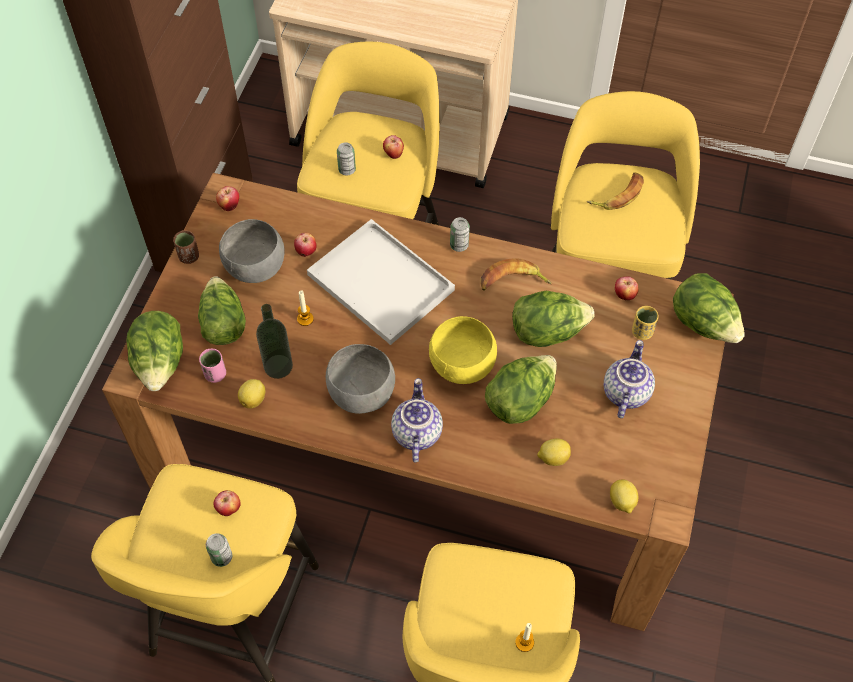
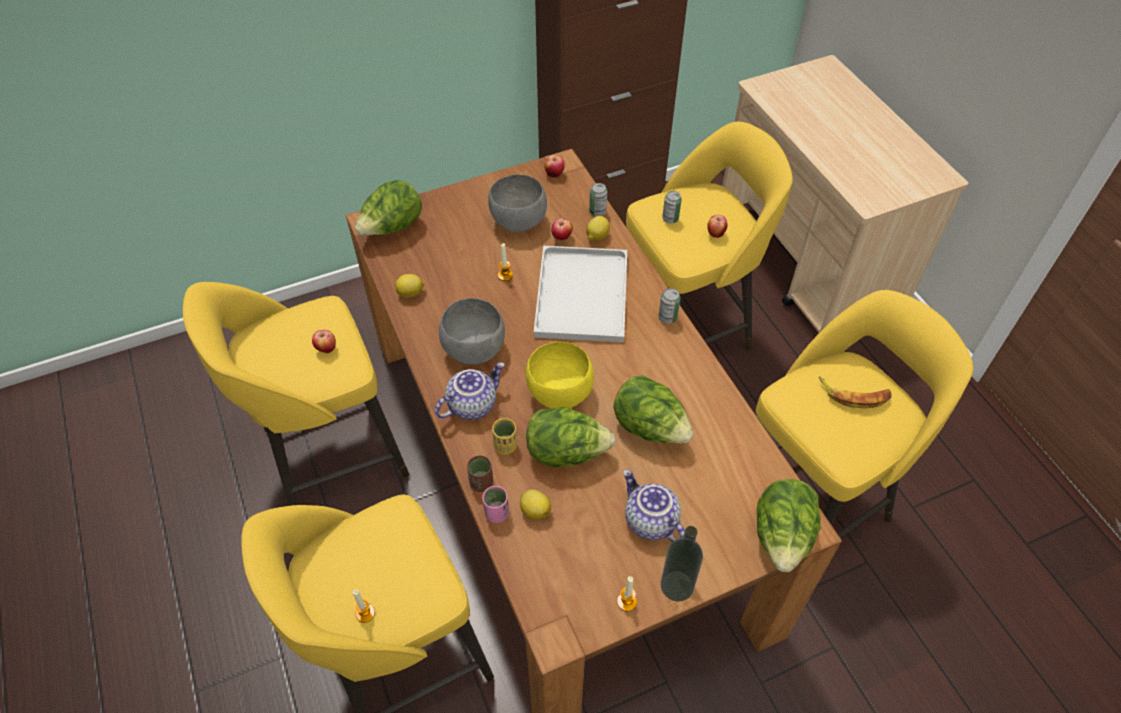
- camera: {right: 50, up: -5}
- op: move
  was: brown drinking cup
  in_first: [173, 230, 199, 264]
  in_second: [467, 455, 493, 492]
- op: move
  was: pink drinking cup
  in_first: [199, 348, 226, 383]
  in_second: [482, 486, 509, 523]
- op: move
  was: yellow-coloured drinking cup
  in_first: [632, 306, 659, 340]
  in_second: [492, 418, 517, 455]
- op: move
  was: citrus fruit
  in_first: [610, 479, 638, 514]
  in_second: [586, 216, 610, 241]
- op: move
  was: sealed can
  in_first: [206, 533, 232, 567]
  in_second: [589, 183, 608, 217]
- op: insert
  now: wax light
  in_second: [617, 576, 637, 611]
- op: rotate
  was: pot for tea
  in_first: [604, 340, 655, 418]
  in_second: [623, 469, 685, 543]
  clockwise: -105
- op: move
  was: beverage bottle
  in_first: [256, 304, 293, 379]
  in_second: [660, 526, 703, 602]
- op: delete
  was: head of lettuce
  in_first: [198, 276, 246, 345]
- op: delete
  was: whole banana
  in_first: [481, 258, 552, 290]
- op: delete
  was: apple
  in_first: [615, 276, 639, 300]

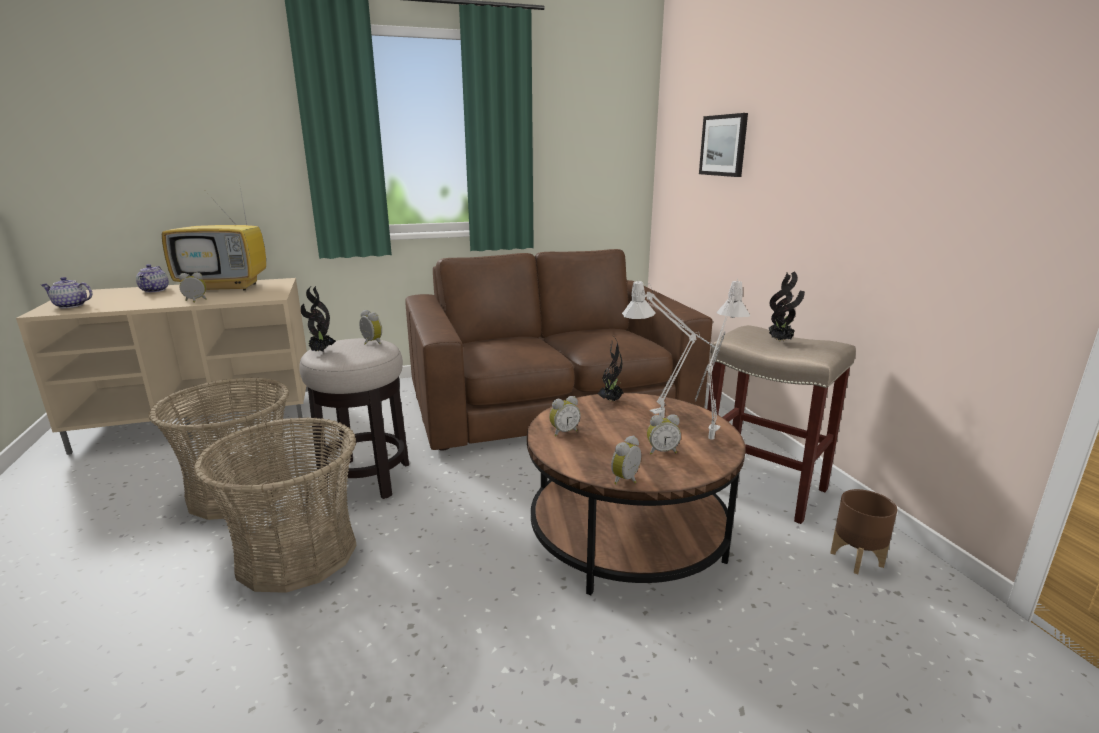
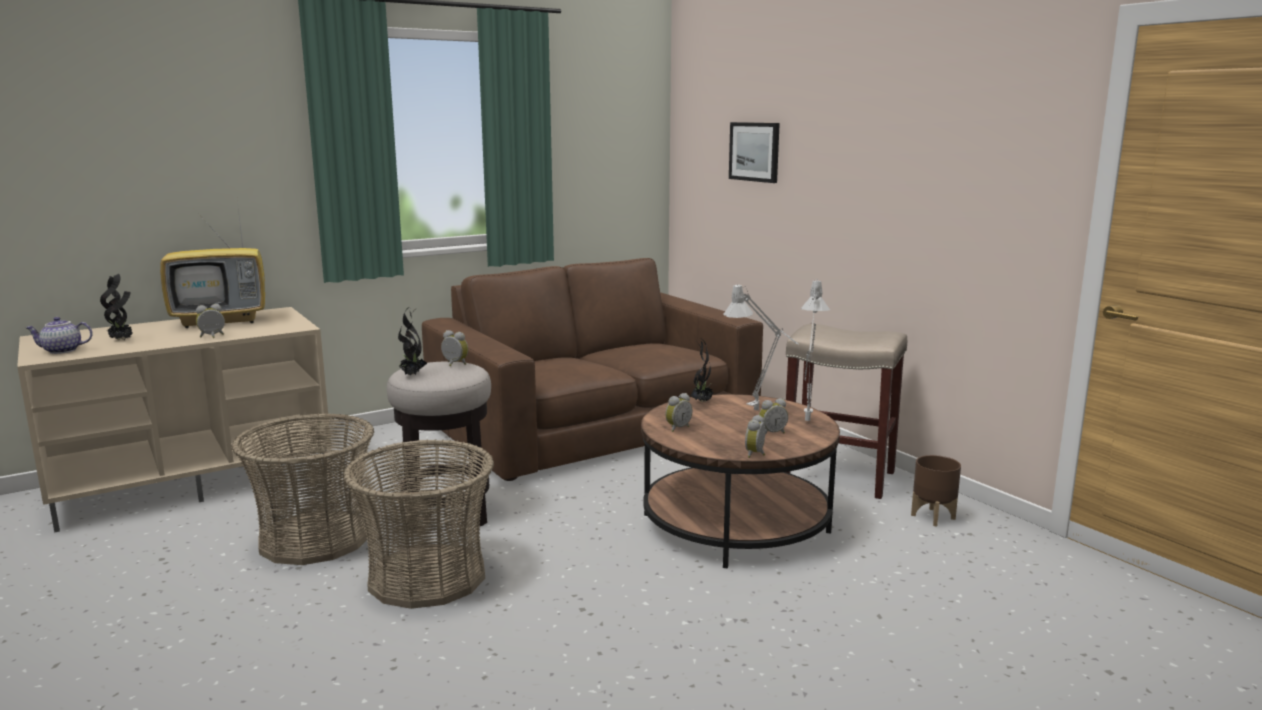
- camera: {right: -15, up: -5}
- op: move
  was: potted plant
  in_first: [769, 271, 805, 342]
  in_second: [100, 274, 132, 340]
- op: delete
  was: pot for tea
  in_first: [136, 264, 169, 292]

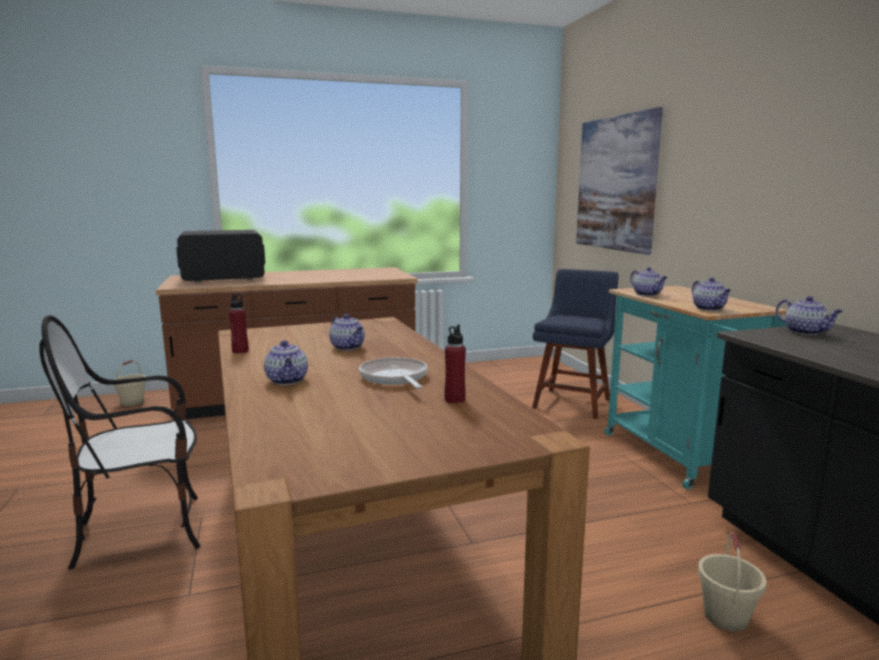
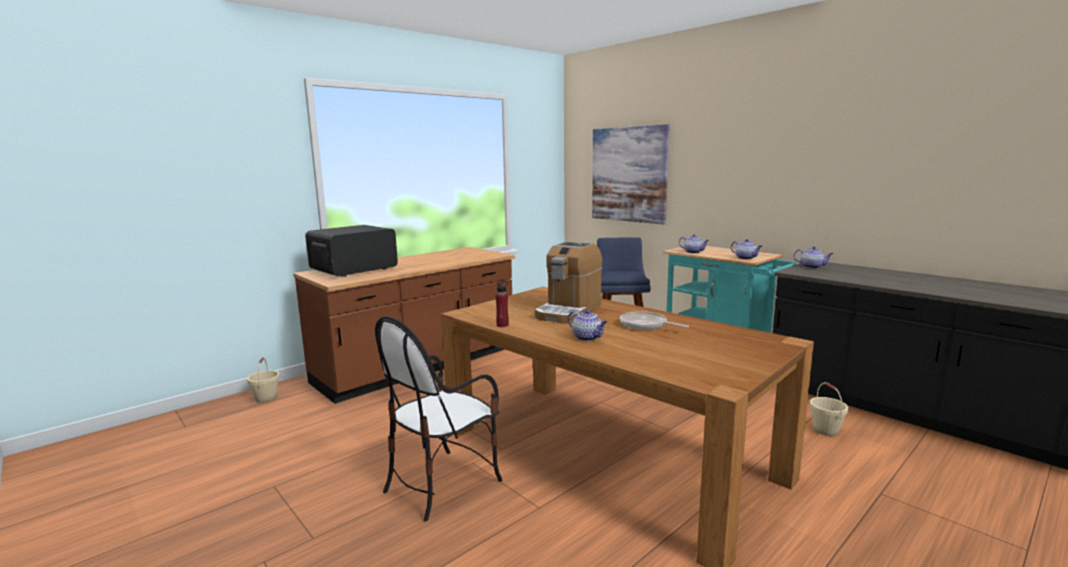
- camera: {right: -25, up: 0}
- op: replace
  was: pot for tea
  now: coffee maker
  in_first: [329, 314, 365, 350]
  in_second: [535, 242, 602, 324]
- op: delete
  was: red beverage bottle
  in_first: [445, 324, 466, 403]

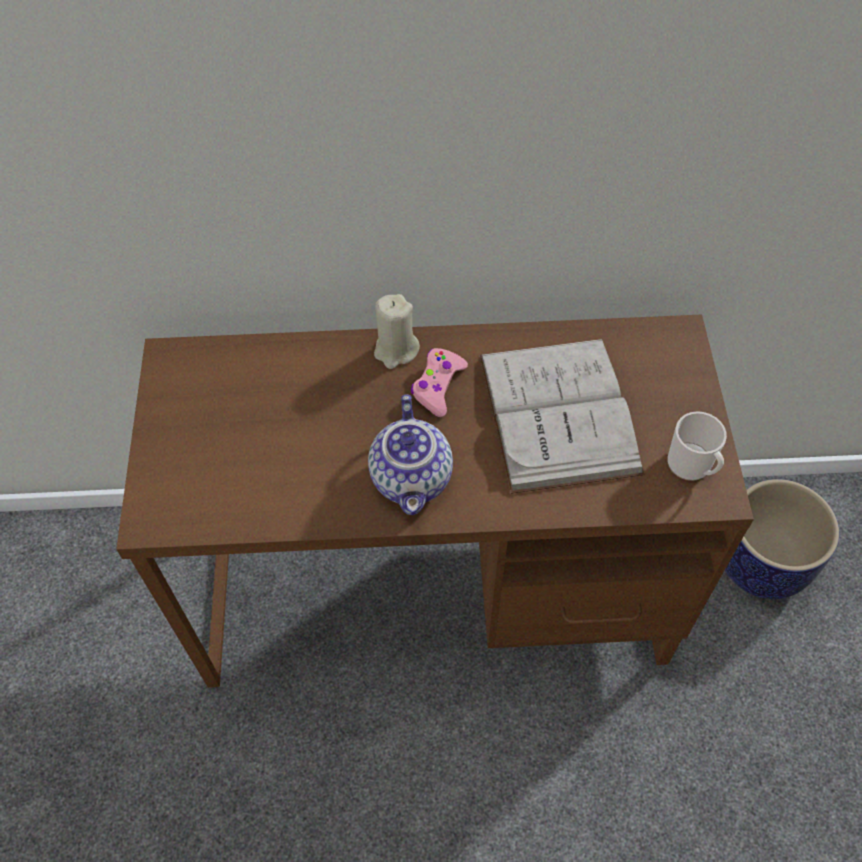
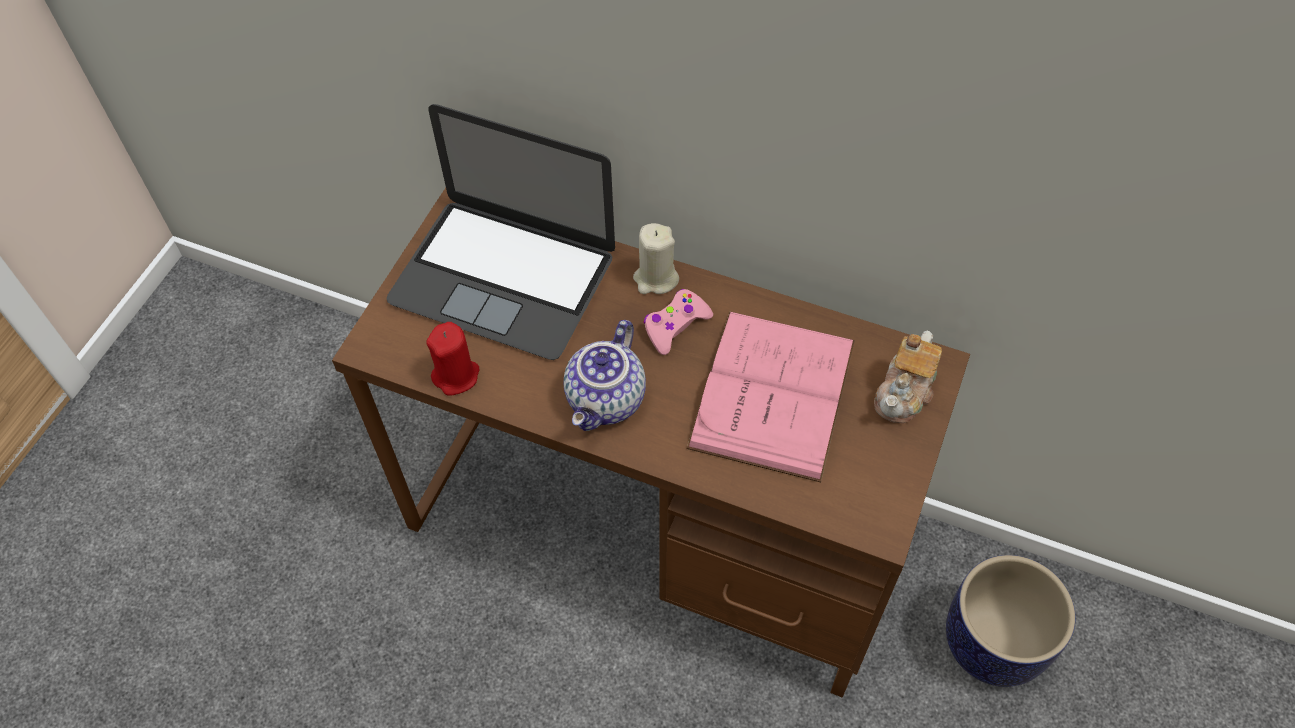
- camera: {right: 25, up: 0}
- op: insert
  now: laptop
  in_second: [386, 104, 615, 360]
- op: insert
  now: red wax light
  in_second: [426, 322, 479, 396]
- op: recolor
  was: white bound book
  now: pink bound book
  in_first: [479, 339, 645, 494]
  in_second: [687, 312, 855, 482]
- op: insert
  now: pot for tea
  in_second: [874, 331, 942, 423]
- op: delete
  was: mug
  in_first: [667, 411, 727, 481]

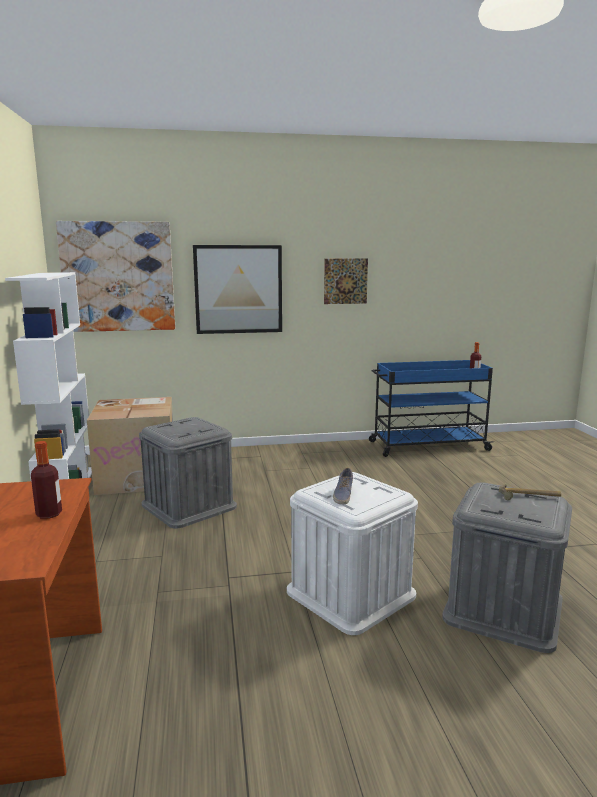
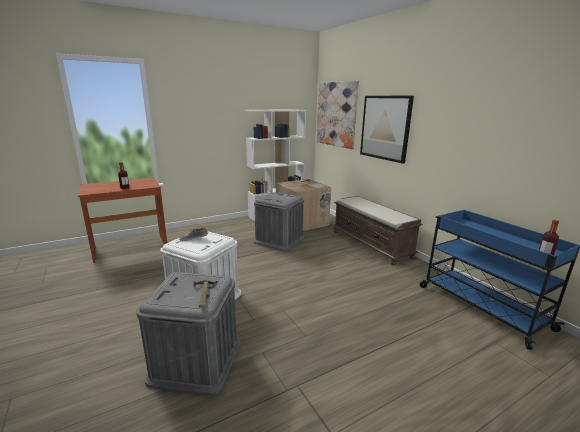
- camera: {right: 70, up: 5}
- op: insert
  now: brown bench
  in_second: [333, 196, 423, 265]
- op: delete
  was: wall picture
  in_first: [324, 259, 368, 304]

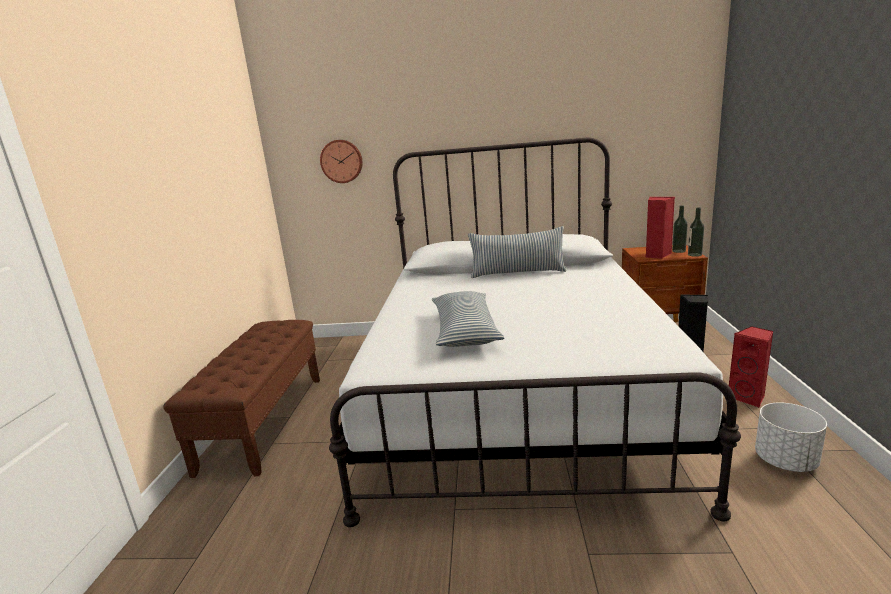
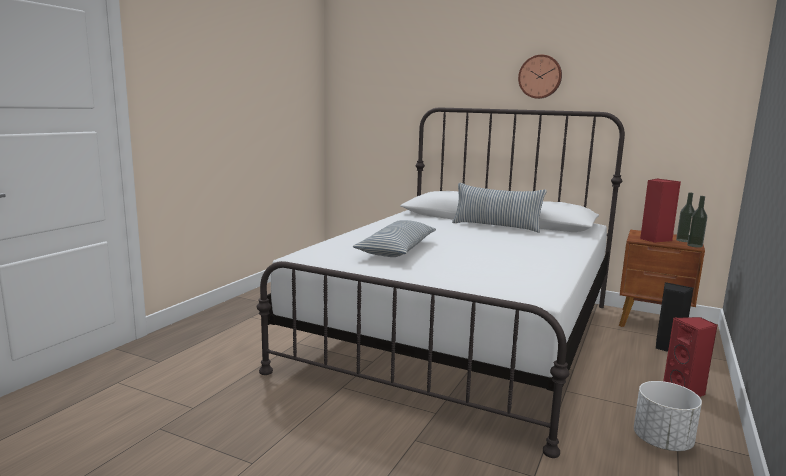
- camera: {right: 20, up: -5}
- op: move
  was: clock on the wall
  in_first: [320, 140, 363, 183]
  in_second: [518, 55, 562, 99]
- op: delete
  was: brown bench
  in_first: [163, 320, 320, 478]

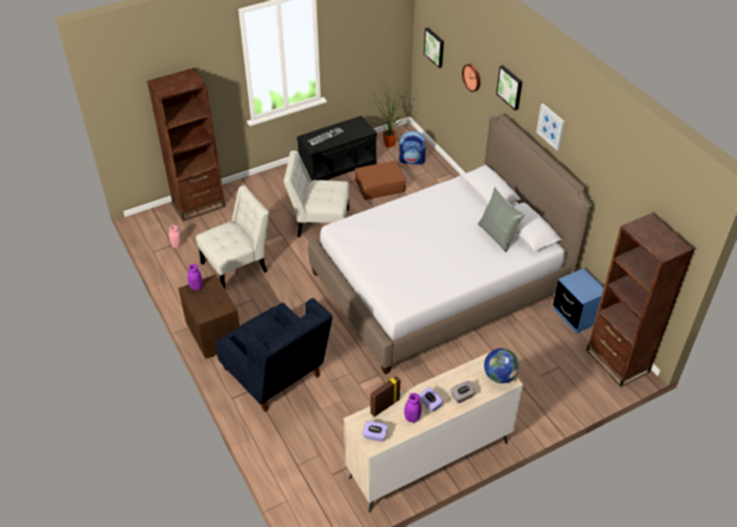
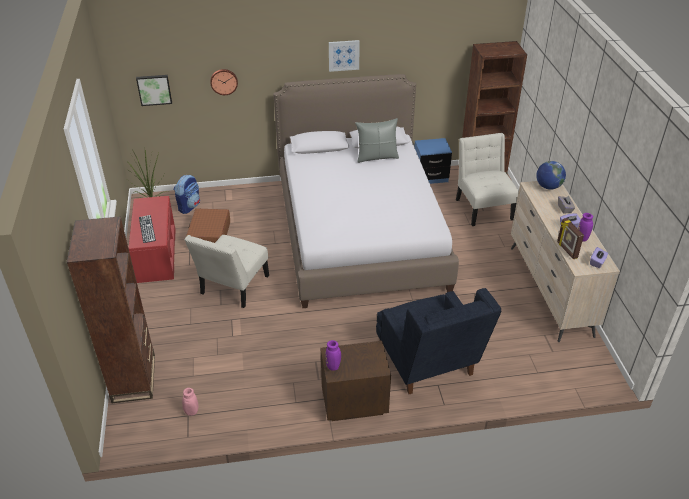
- camera: {right: -70, up: -5}
- op: recolor
  was: black-coloured bench
  now: red bench
  in_first: [297, 116, 377, 182]
  in_second: [129, 196, 176, 283]
- op: rotate
  was: bluish armchair
  in_first: [215, 298, 333, 412]
  in_second: [376, 288, 501, 394]
  clockwise: 90
- op: move
  was: white upright chair
  in_first: [196, 185, 269, 288]
  in_second: [456, 133, 519, 226]
- op: delete
  was: wall picture
  in_first: [496, 65, 522, 110]

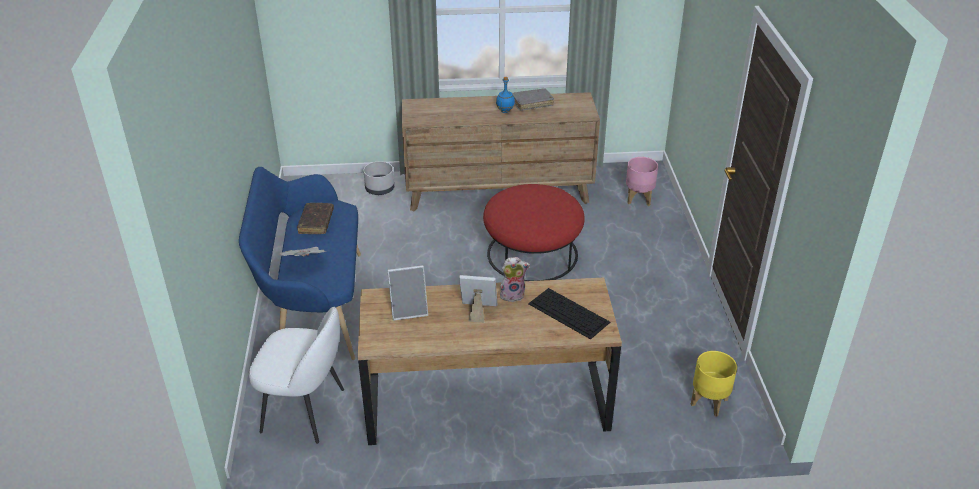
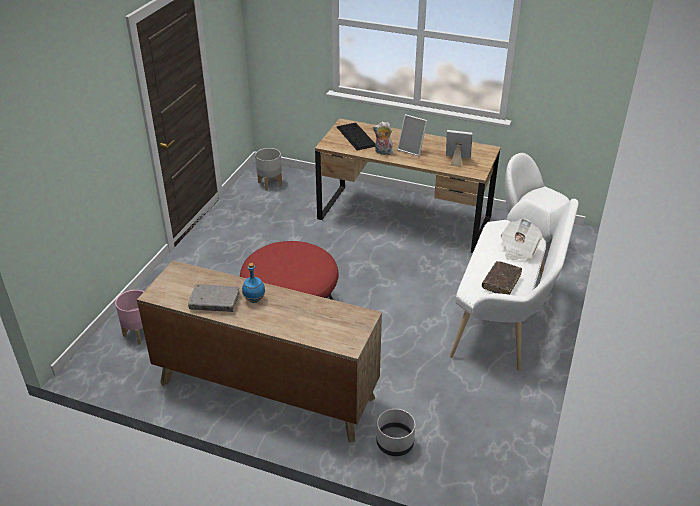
- camera: {right: -155, up: 0}
- op: recolor
  was: yellow-coloured flower pot
  now: greyish flower pot
  in_first: [691, 351, 737, 417]
  in_second: [255, 148, 282, 191]
- op: recolor
  was: bluish bench
  now: white bench
  in_first: [239, 167, 361, 360]
  in_second: [450, 199, 579, 370]

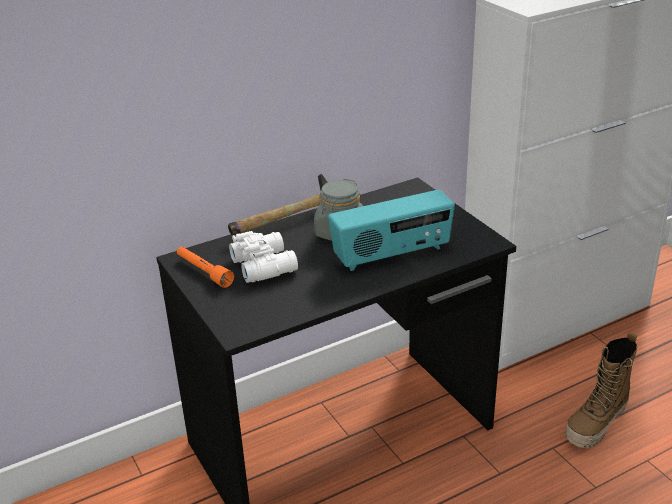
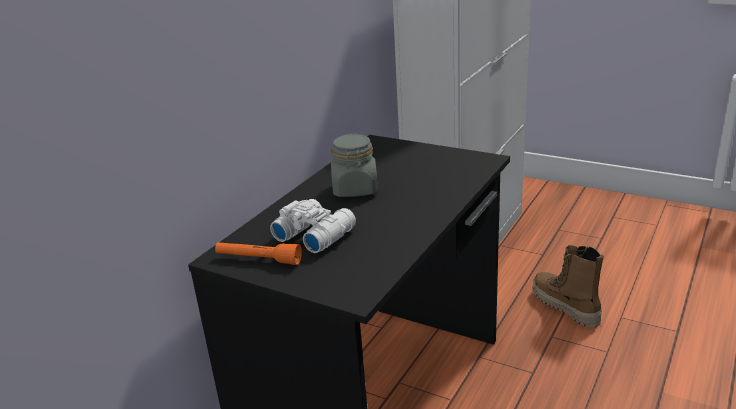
- camera: {right: -30, up: -5}
- op: rotate
  was: tall boot
  in_first: [565, 332, 637, 448]
  in_second: [533, 245, 604, 328]
  clockwise: 135
- op: delete
  was: hand hammer
  in_first: [228, 174, 327, 236]
- op: delete
  was: radio
  in_first: [328, 190, 455, 271]

